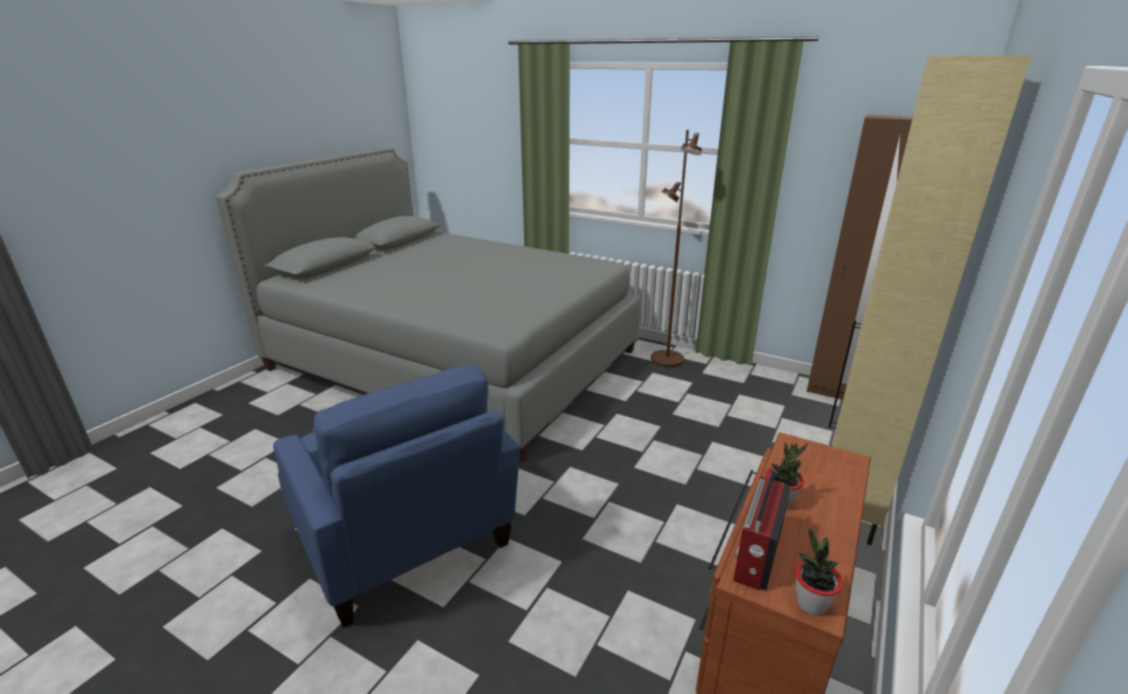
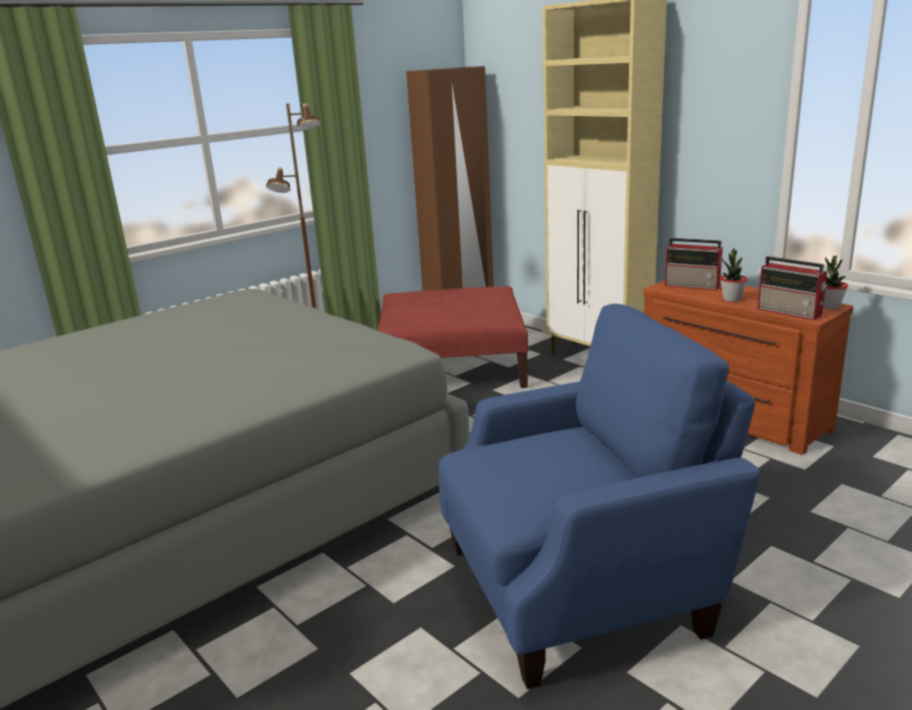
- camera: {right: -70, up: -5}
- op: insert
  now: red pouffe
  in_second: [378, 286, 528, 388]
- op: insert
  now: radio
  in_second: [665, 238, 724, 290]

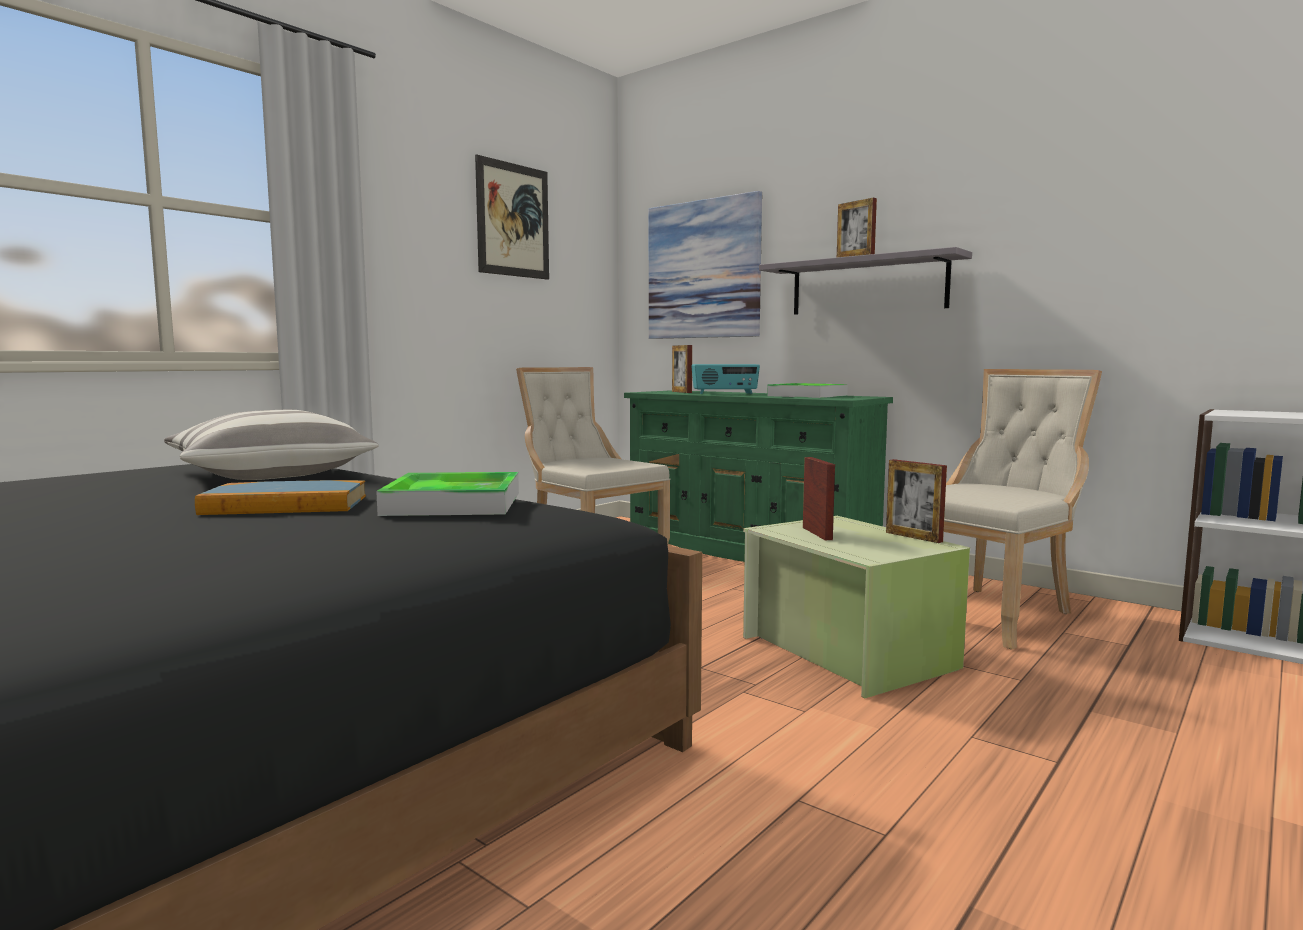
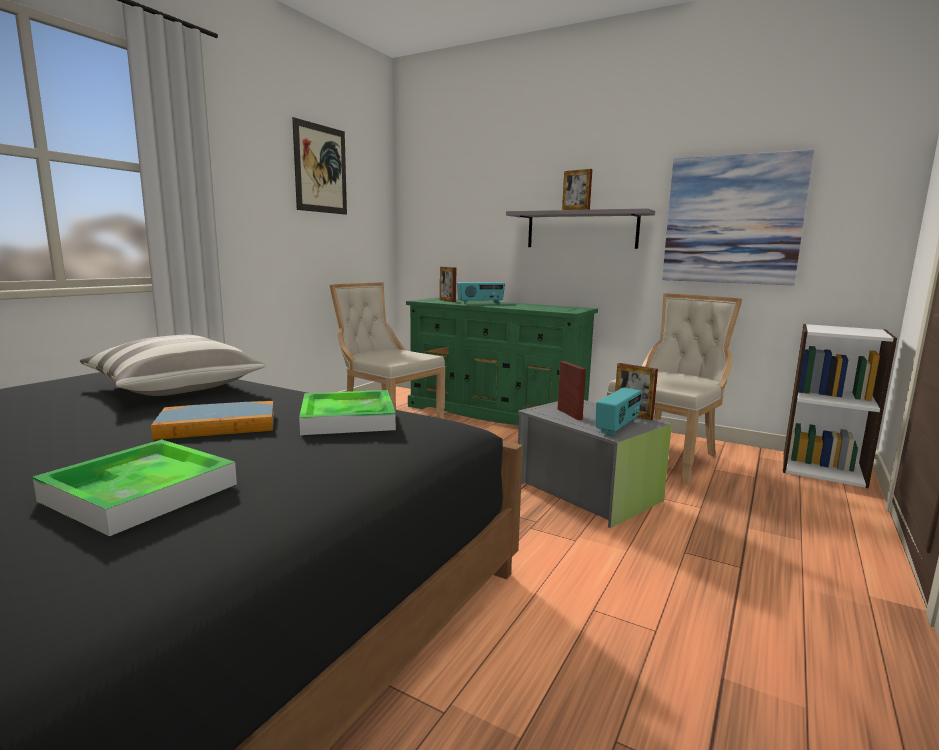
- camera: {right: -10, up: 5}
- op: move
  was: serving tray
  in_first: [767, 383, 848, 398]
  in_second: [33, 440, 237, 536]
- op: recolor
  was: green-coloured storage bin
  now: greyish storage bin
  in_first: [743, 516, 970, 698]
  in_second: [518, 400, 672, 528]
- op: insert
  now: radio
  in_second: [595, 387, 642, 435]
- op: move
  was: wall picture
  in_first: [649, 191, 762, 339]
  in_second: [662, 150, 814, 286]

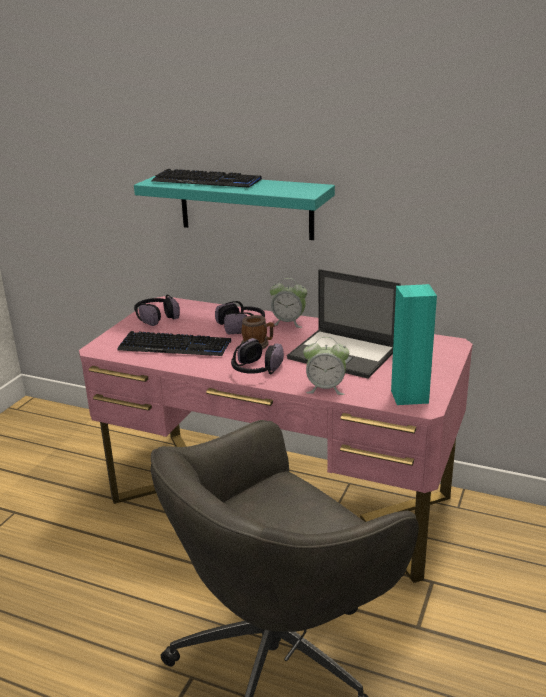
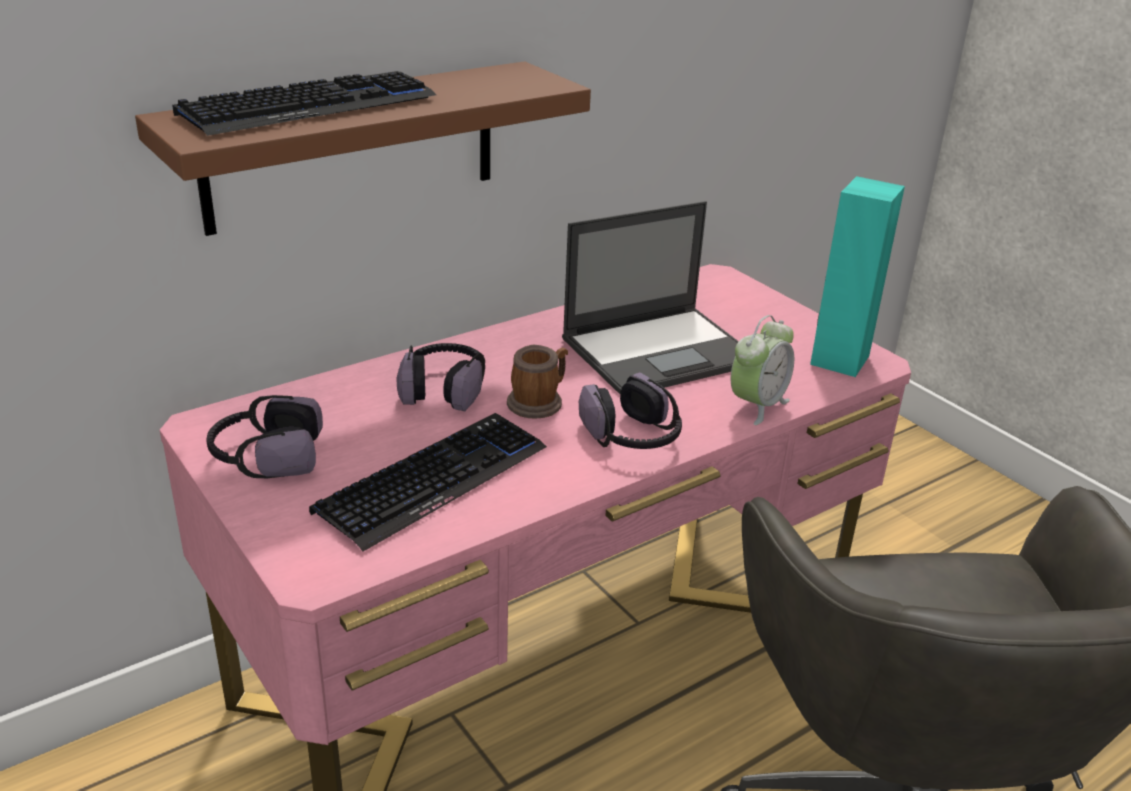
- camera: {right: -60, up: 5}
- op: recolor
  was: turquoise bracket shelf
  now: brown bracket shelf
  in_first: [134, 175, 335, 240]
  in_second: [135, 61, 591, 236]
- op: delete
  was: bedside clock
  in_first: [270, 278, 307, 328]

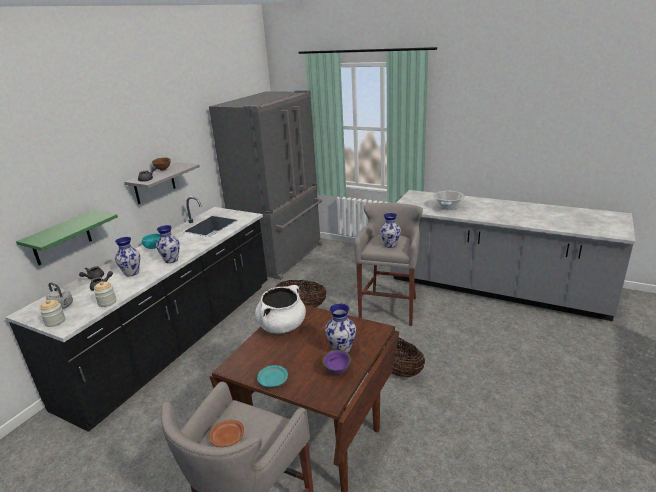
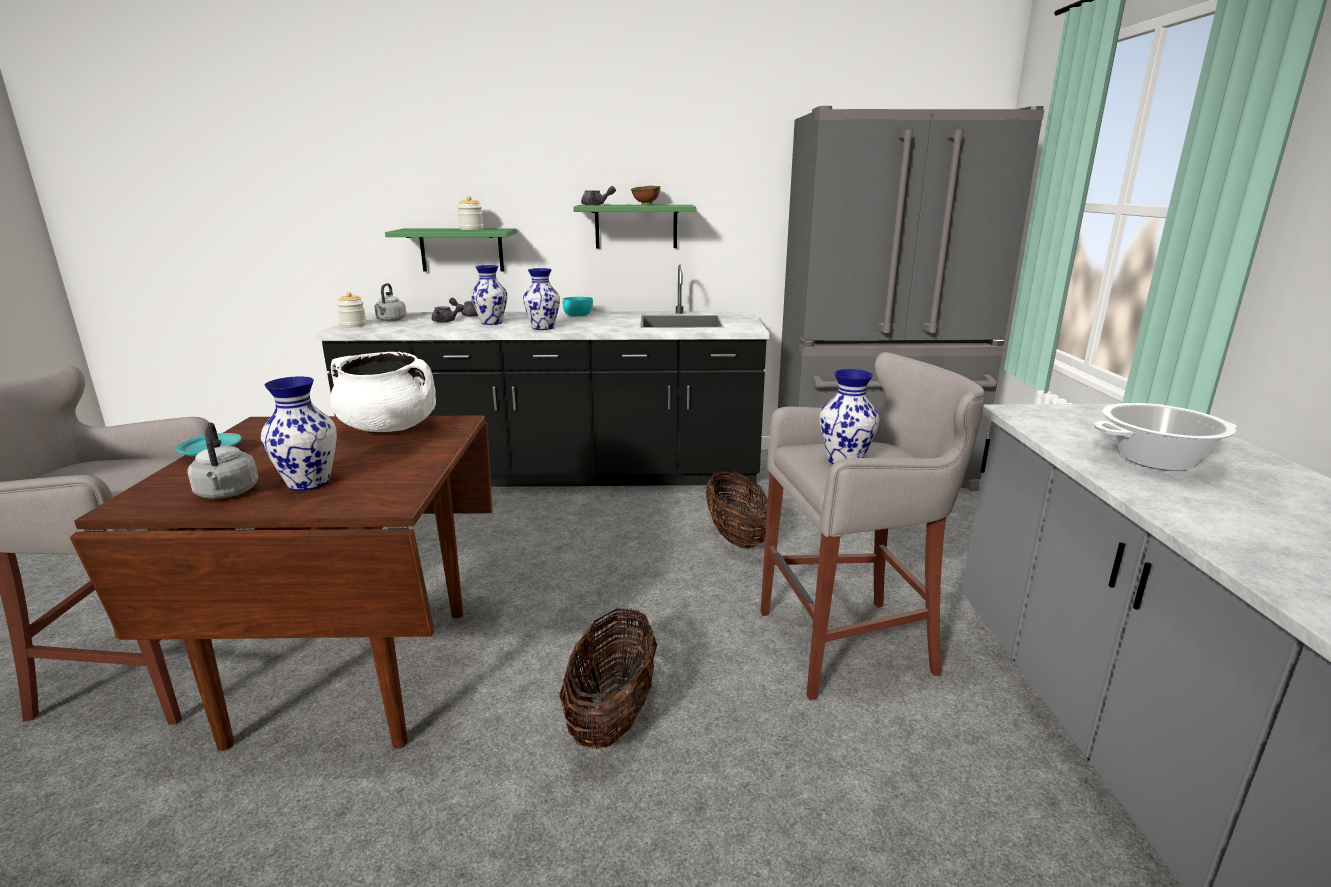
- camera: {right: 60, up: -5}
- op: replace
  was: purple-coloured bowl
  now: greyish tea kettle
  in_first: [322, 349, 351, 374]
  in_second: [188, 423, 259, 499]
- op: move
  was: jar
  in_first: [94, 281, 117, 307]
  in_second: [458, 196, 484, 230]
- op: recolor
  was: greyish bracket shelf
  now: green-coloured bracket shelf
  in_first: [124, 162, 200, 204]
  in_second: [573, 205, 696, 248]
- op: delete
  was: brown flat dish
  in_first: [209, 420, 244, 447]

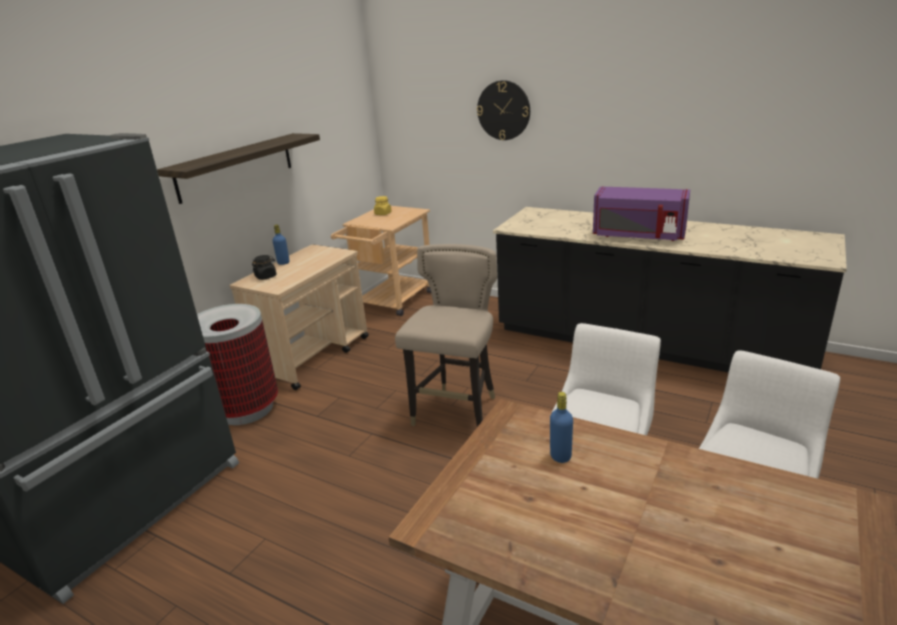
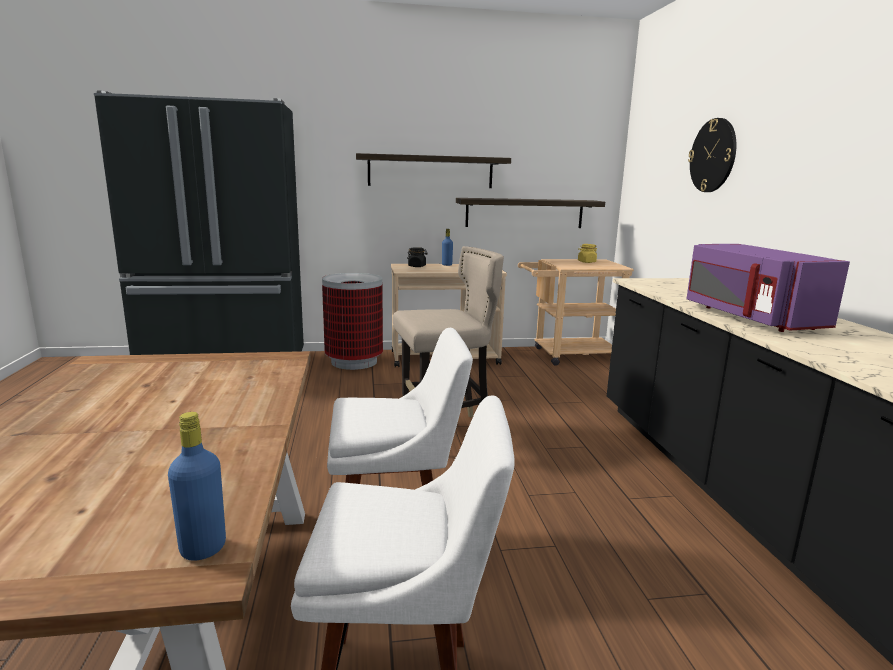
- camera: {right: 50, up: -10}
- op: move
  was: bluish beverage bottle
  in_first: [550, 392, 573, 463]
  in_second: [168, 412, 226, 561]
- op: insert
  now: bracket shelf
  in_second: [456, 198, 605, 228]

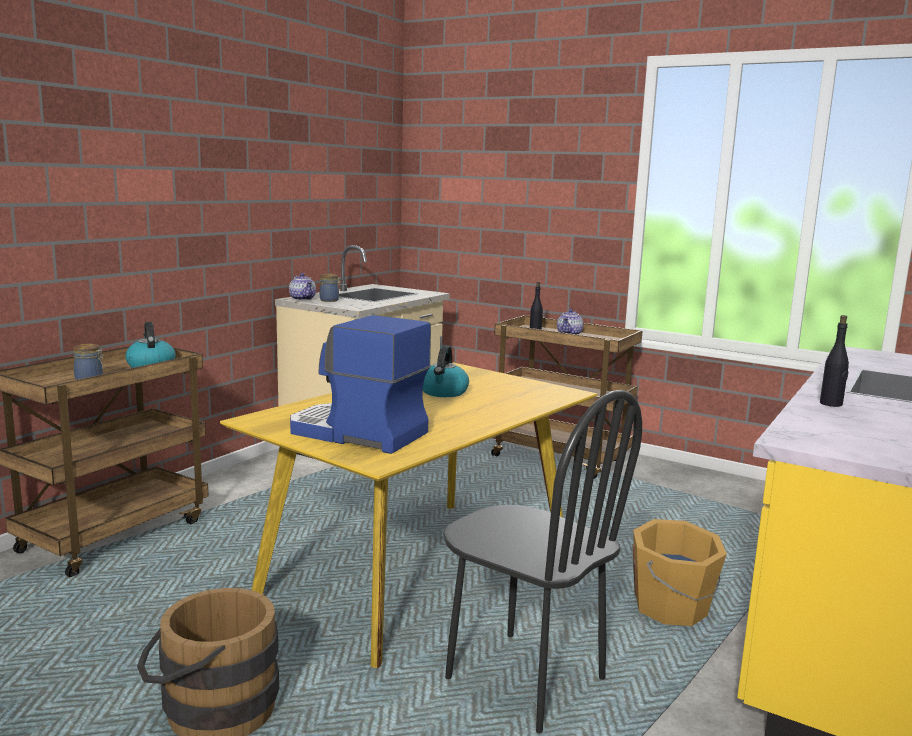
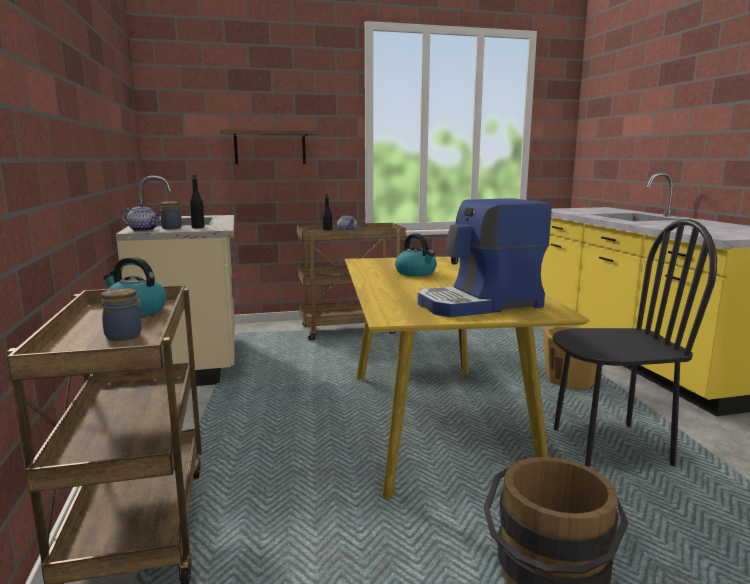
- camera: {right: -45, up: 0}
- op: move
  was: black-coloured beverage bottle
  in_first: [820, 315, 849, 407]
  in_second: [190, 174, 205, 228]
- op: insert
  now: bracket shelf
  in_second: [220, 129, 320, 164]

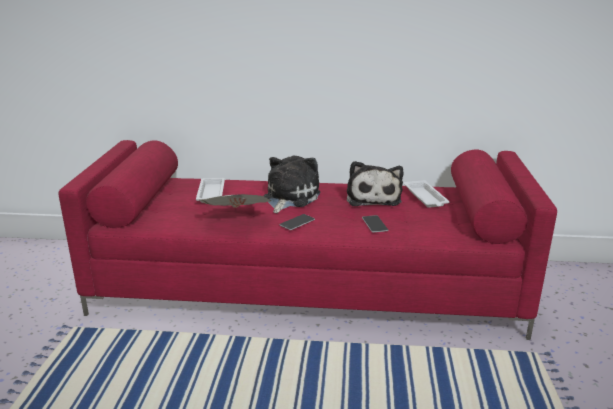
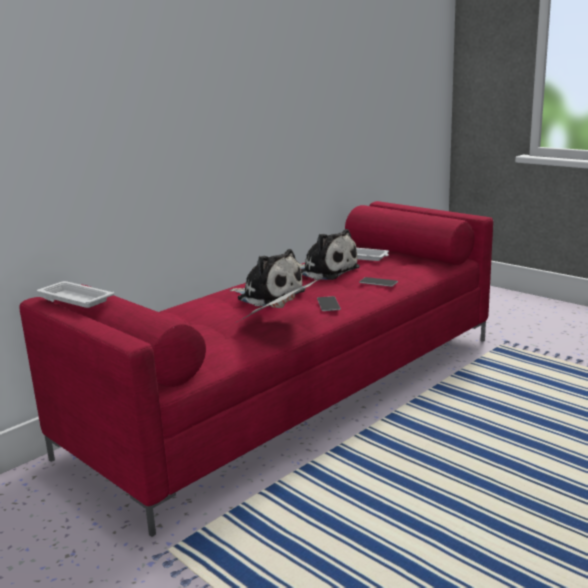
- camera: {right: -50, up: -5}
- op: move
  was: white serving tray
  in_first: [196, 178, 225, 203]
  in_second: [37, 281, 114, 308]
- op: rotate
  was: cuddly toy
  in_first: [263, 156, 320, 213]
  in_second: [230, 249, 305, 306]
  clockwise: 150

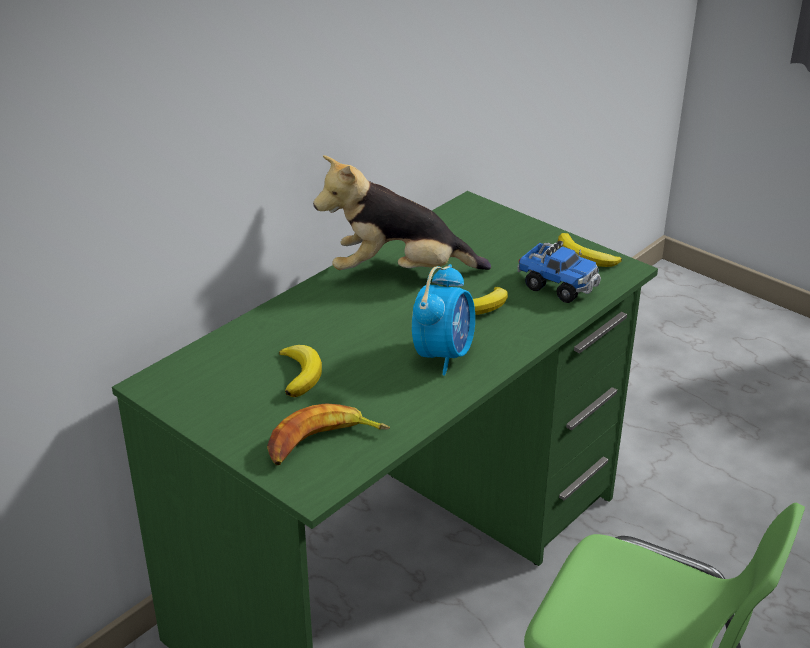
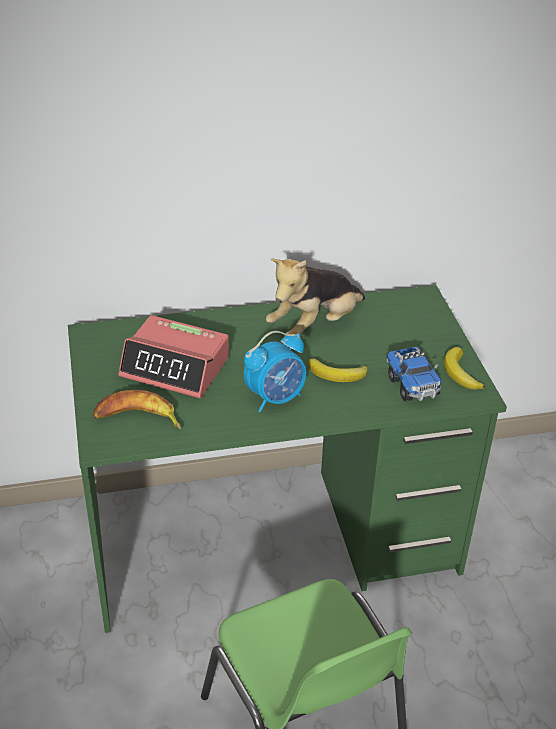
- camera: {right: 35, up: 5}
- op: replace
  was: whole banana
  now: bedside clock
  in_first: [279, 345, 322, 397]
  in_second: [119, 315, 229, 398]
- op: rotate
  was: cuddly toy
  in_first: [313, 155, 491, 270]
  in_second: [266, 258, 365, 337]
  clockwise: -75

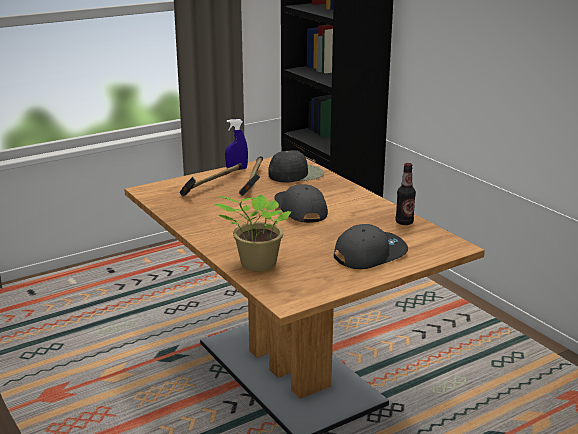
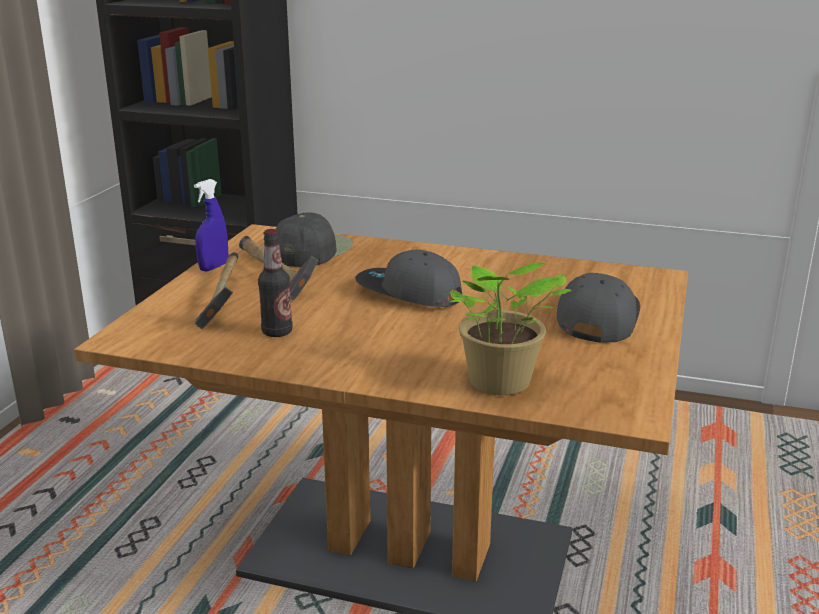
- camera: {right: -40, up: 0}
- op: move
  was: beverage bottle
  in_first: [396, 163, 416, 225]
  in_second: [258, 229, 293, 337]

